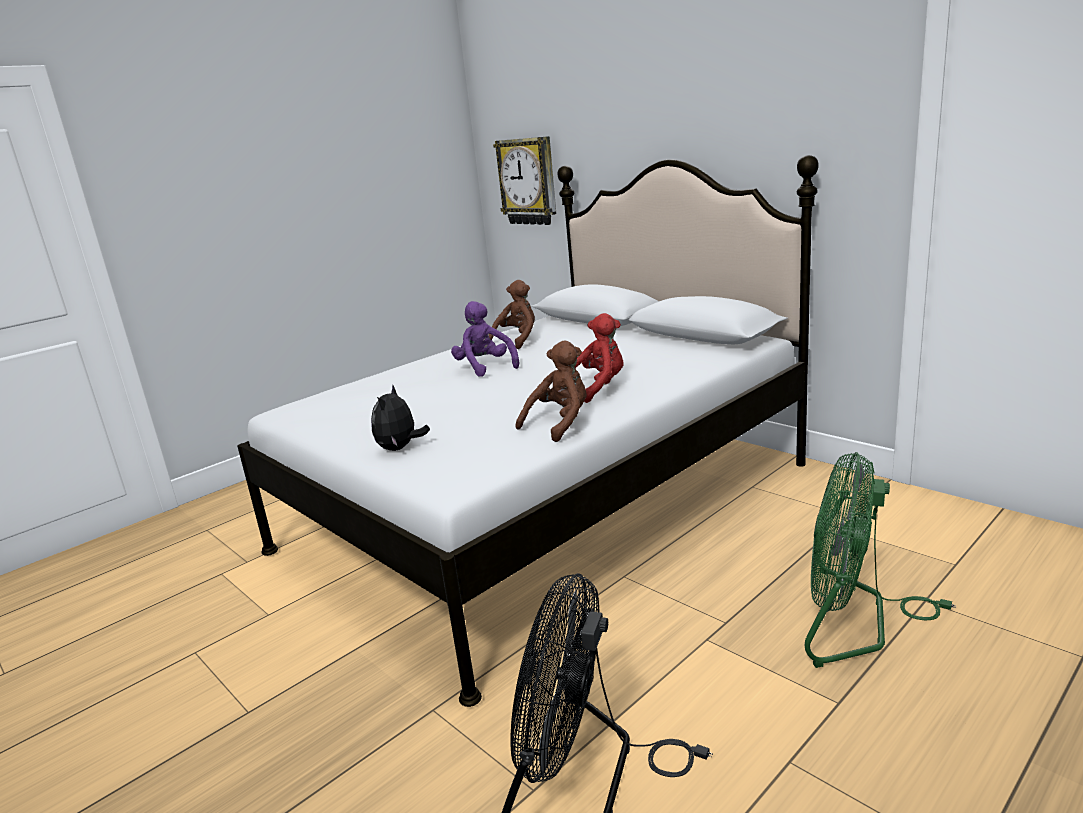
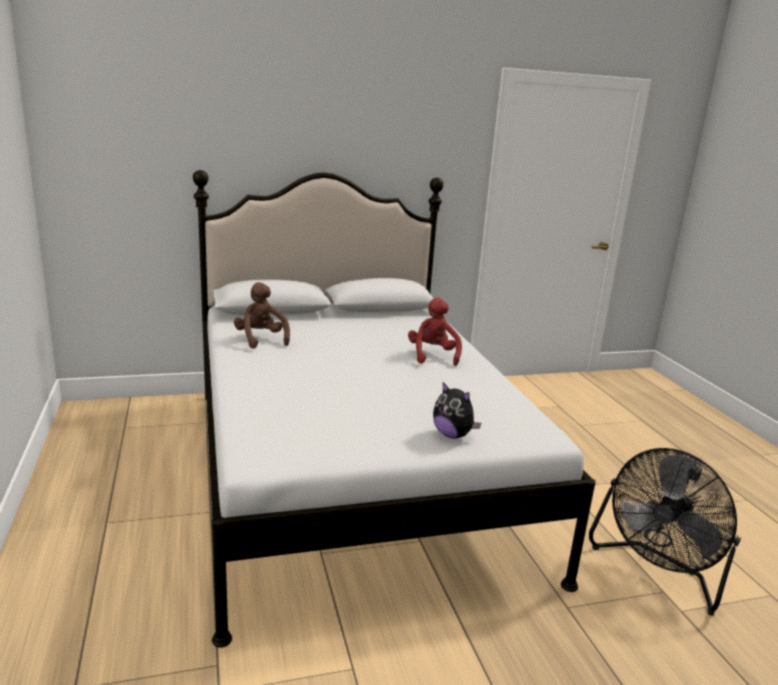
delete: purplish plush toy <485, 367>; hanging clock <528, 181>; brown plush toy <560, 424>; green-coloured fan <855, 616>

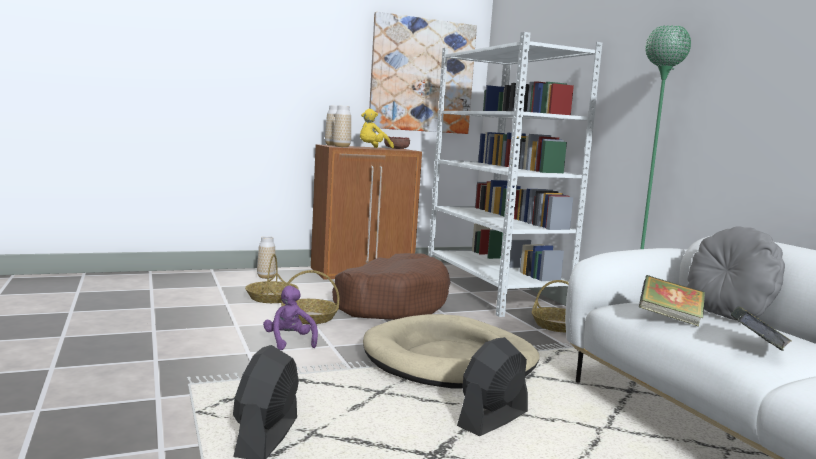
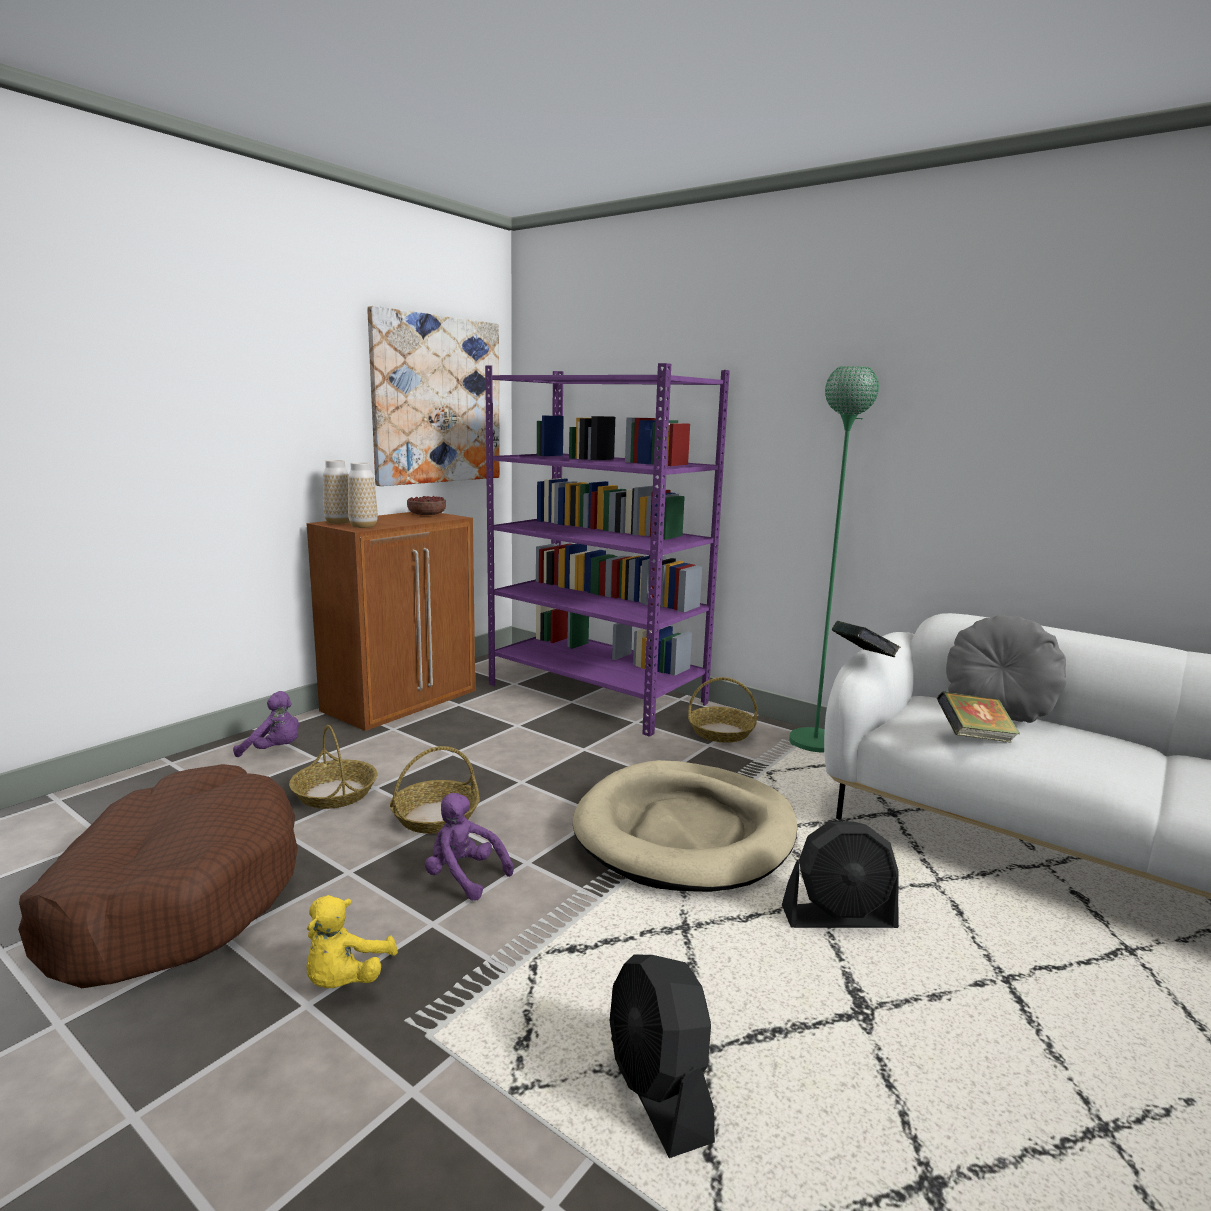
move: brown dog cushion <391, 303> to <175, 896>; yellow-coloured plush toy <373, 148> to <345, 980>; book <756, 348> to <862, 658>
replace: flower vase <266, 277> to purplish plush toy <274, 750>
recolor: whitish bookcase <494, 292> to purplish bookcase <596, 694>
rotate: black-coloured fan <492, 420> = <839, 918> 105 degrees counterclockwise

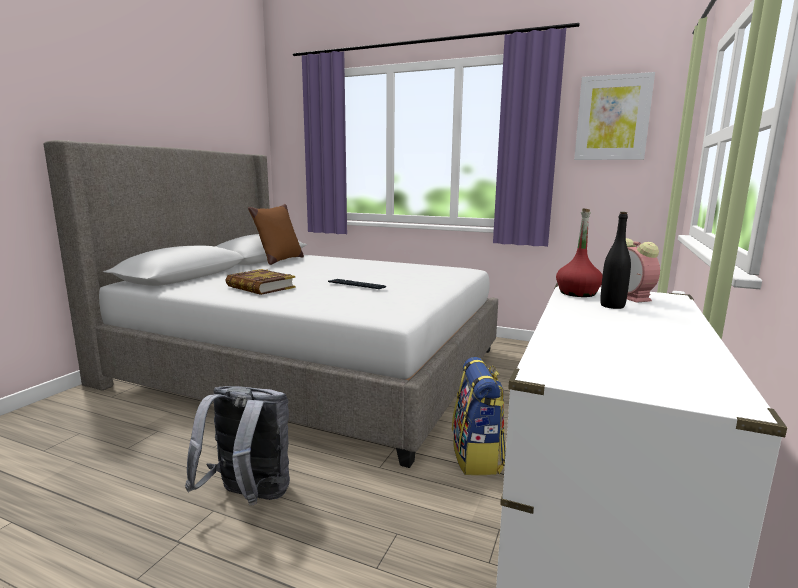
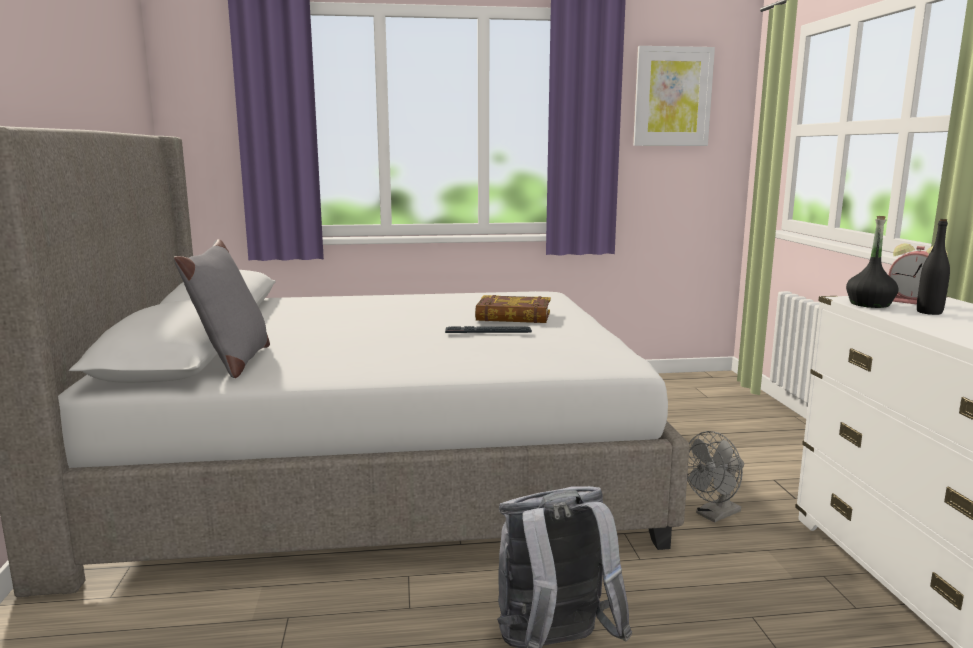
delete: brown cushion <279, 260>
insert: grey cushion <233, 362>
move: book <260, 287> to <513, 316>
replace: backpack <477, 457> to grey fan <714, 515>
recolor: red-coloured bottle <577, 293> to black-coloured bottle <869, 304>

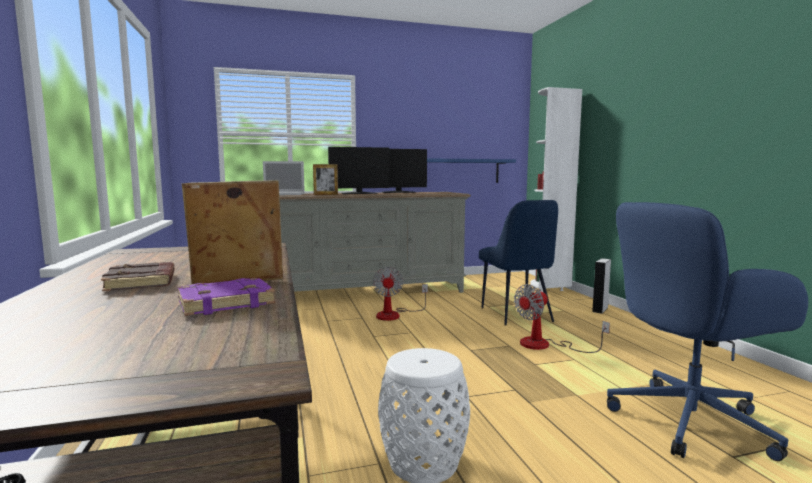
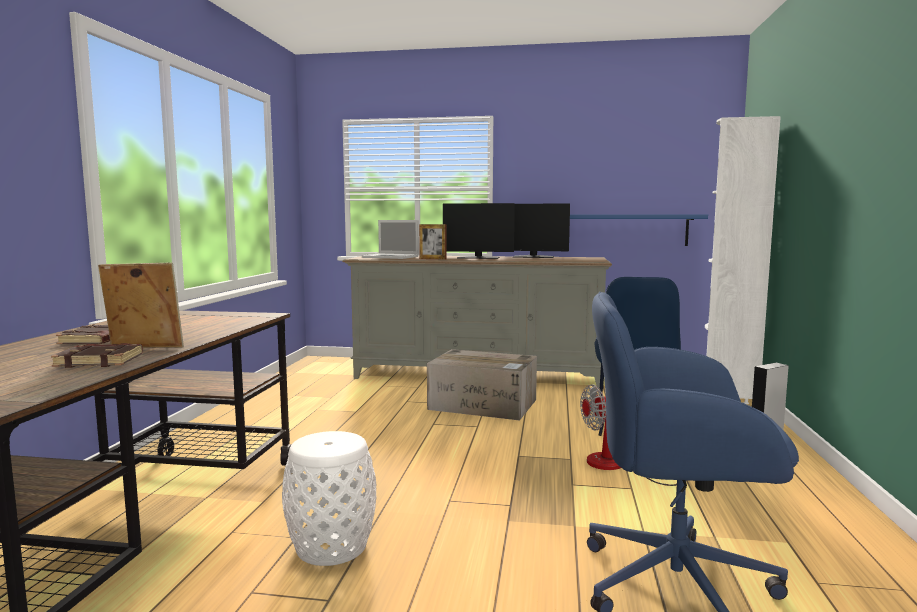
replace: fan <394, 314> to carton <484, 404>
recolor: purplish book <226, 302> to brown book <101, 361>

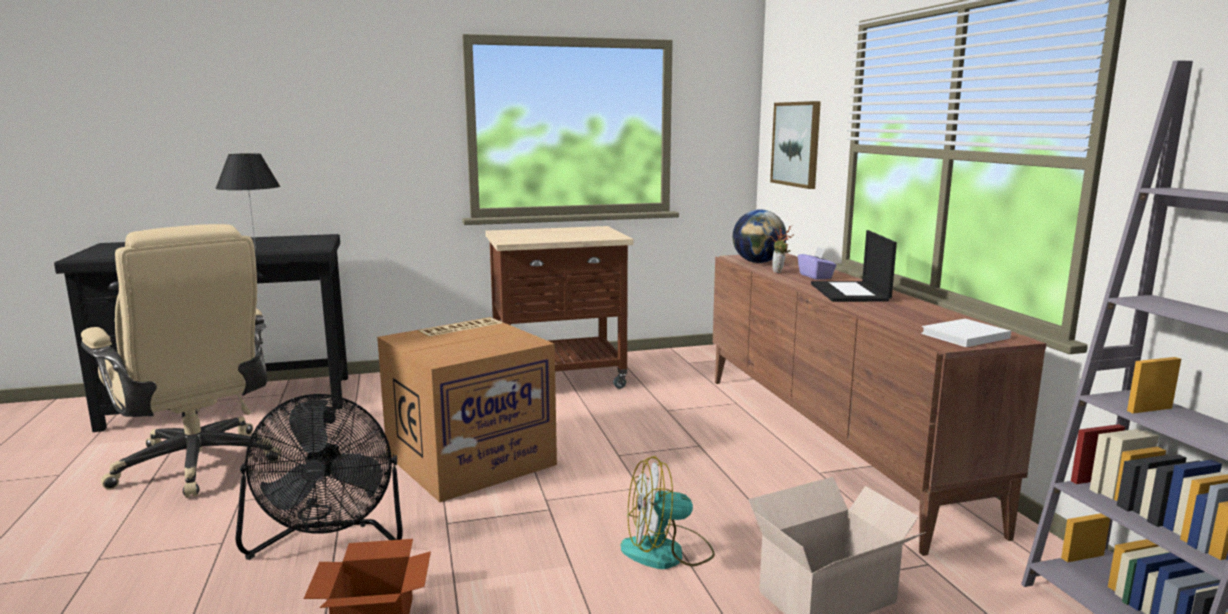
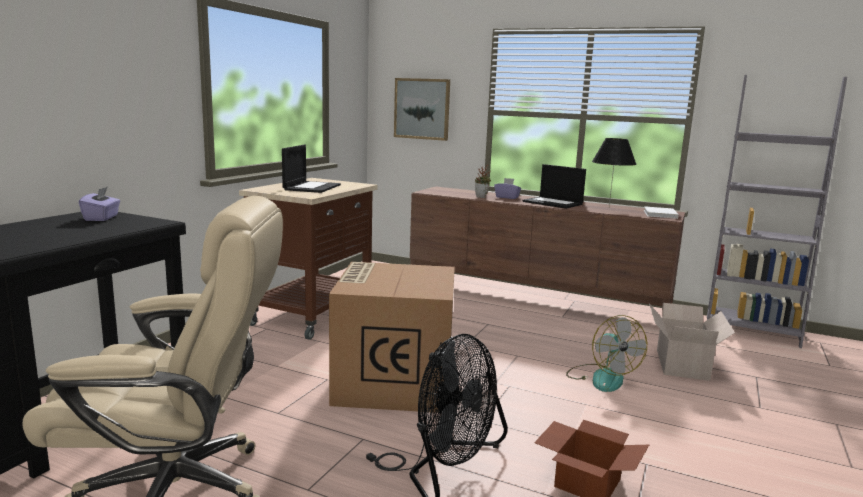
delete: desk globe <758, 262>
insert: purplish tissue holder <102, 218>; portable computer <312, 187>
move: black-coloured table lamp <255, 248> to <609, 207>
rotate: fan <667, 552> = <601, 377> 45 degrees counterclockwise

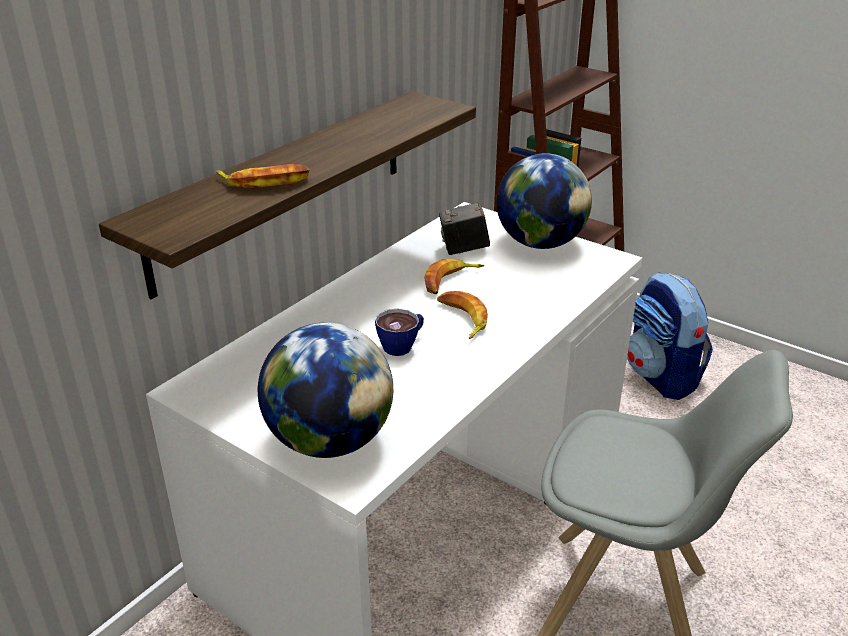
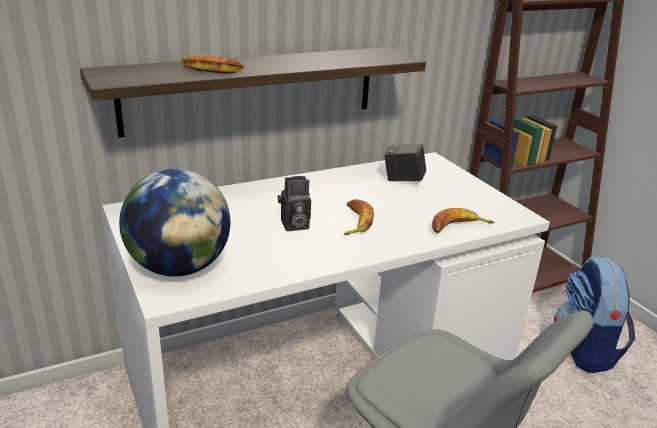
delete: desk globe <540, 243>
move: whole banana <450, 281> to <458, 227>
replace: drinking cup <402, 345> to photo camera <293, 225>

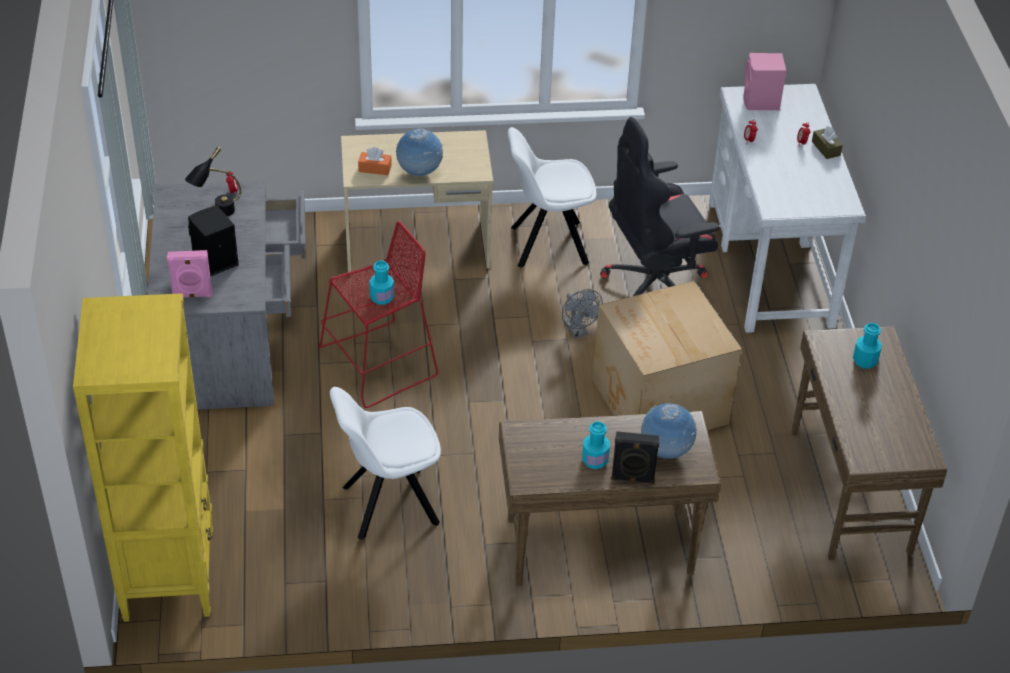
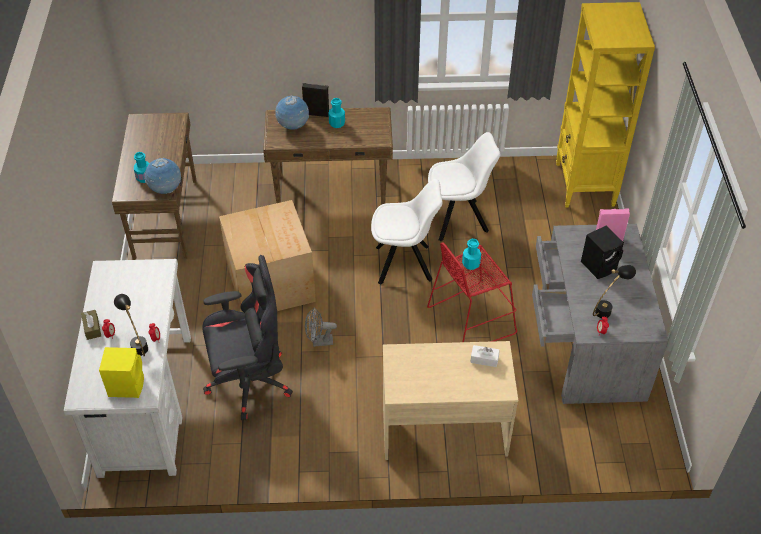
insert: black-coloured table lamp <137, 343>
move: desk globe <419, 172> to <165, 190>; whitish upright chair <548, 245> to <404, 264>
recolor: pinkish loudspeaker <761, 102> to yellow-coloured loudspeaker <127, 384>; orangey tissue holder <375, 168> to whitish tissue holder <484, 359>
rotate: grey fan <578, 331> = <319, 342> 75 degrees counterclockwise

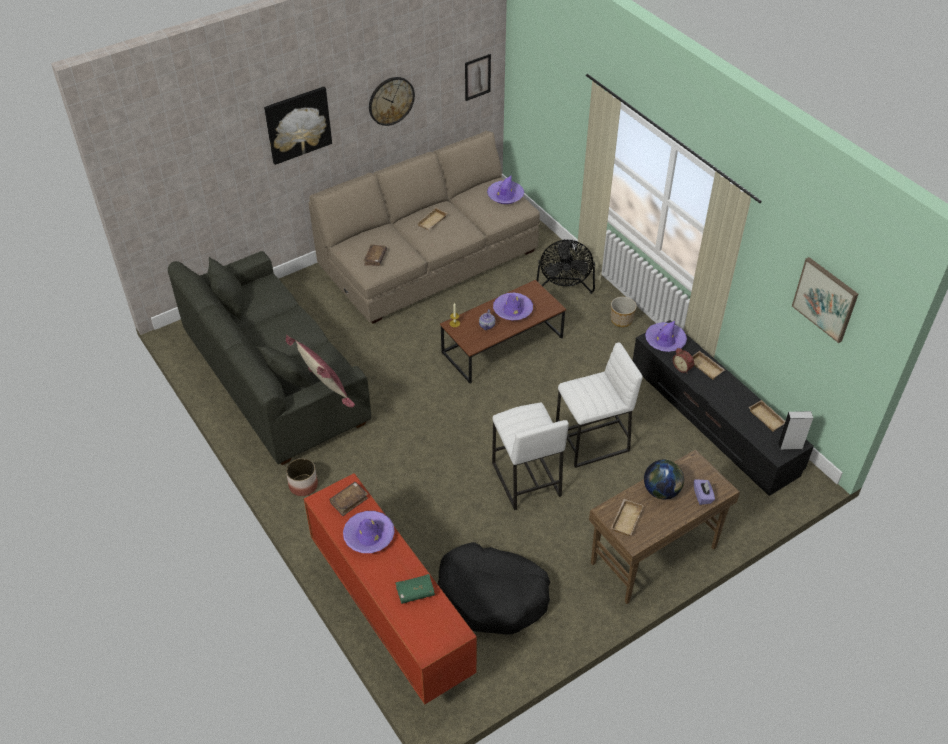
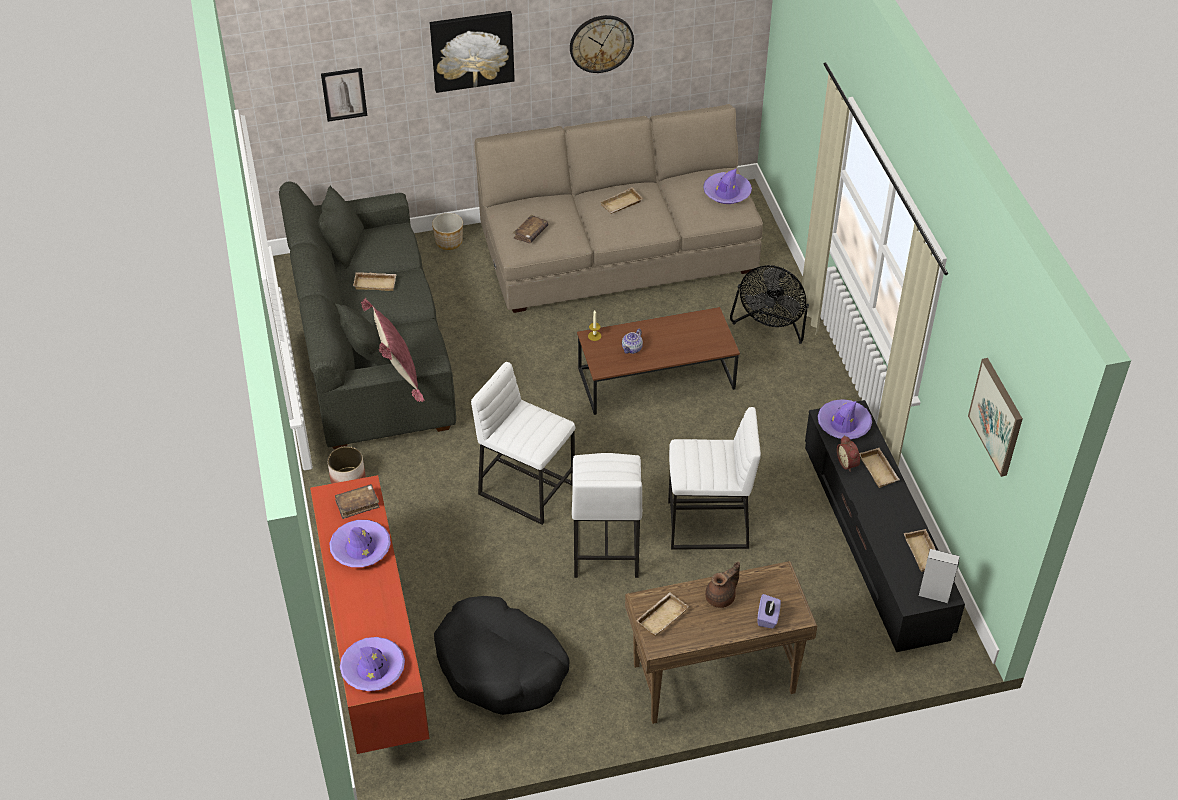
delete: green-coloured book <415, 592>
insert: beige-coloured serving tray <376, 283>; whitish sitting stool <526, 489>
move: wall picture <477, 77> to <344, 94>; purplish clothing hat <512, 310> to <373, 668>; flower pot <621, 320> to <449, 241>
replace: desk globe <661, 491> to brown pot for tea <721, 597>

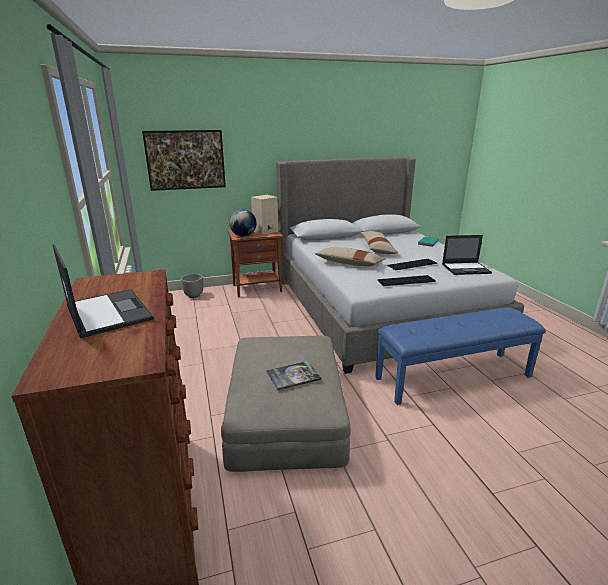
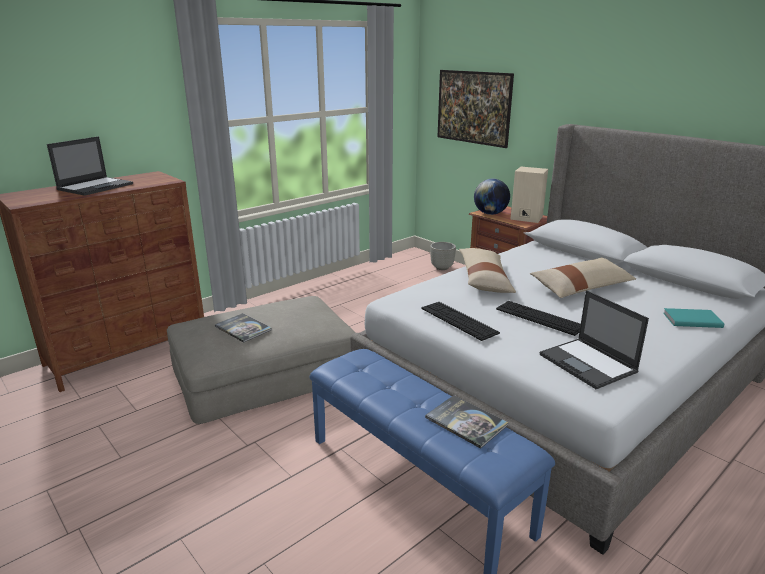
insert: book <466, 422>

